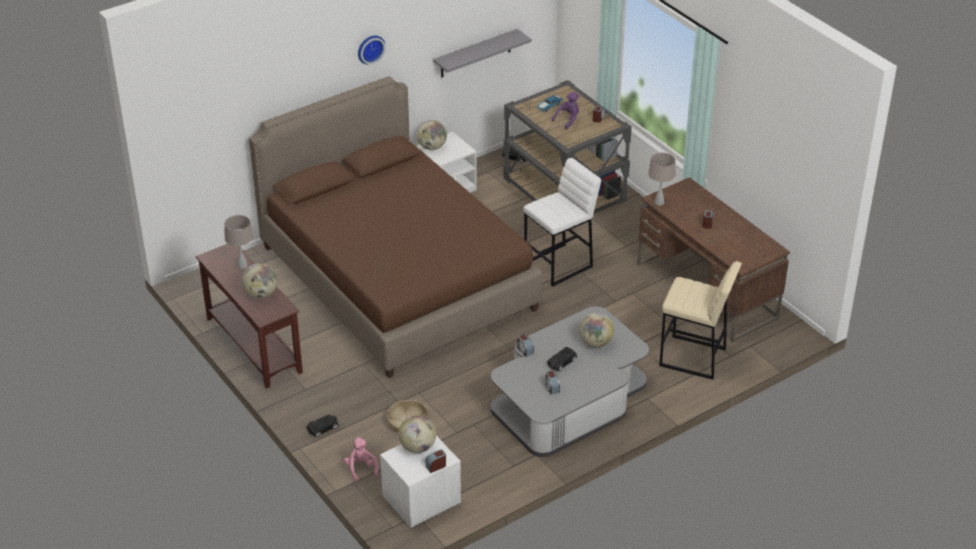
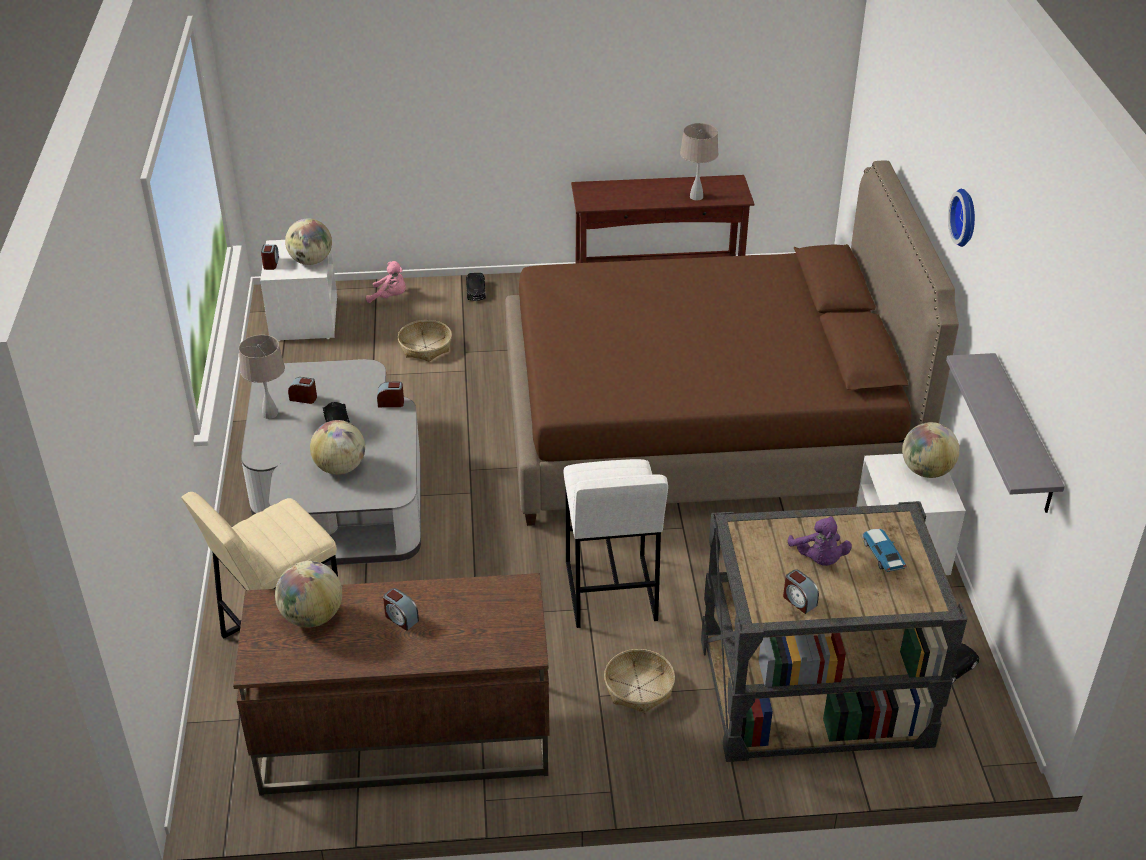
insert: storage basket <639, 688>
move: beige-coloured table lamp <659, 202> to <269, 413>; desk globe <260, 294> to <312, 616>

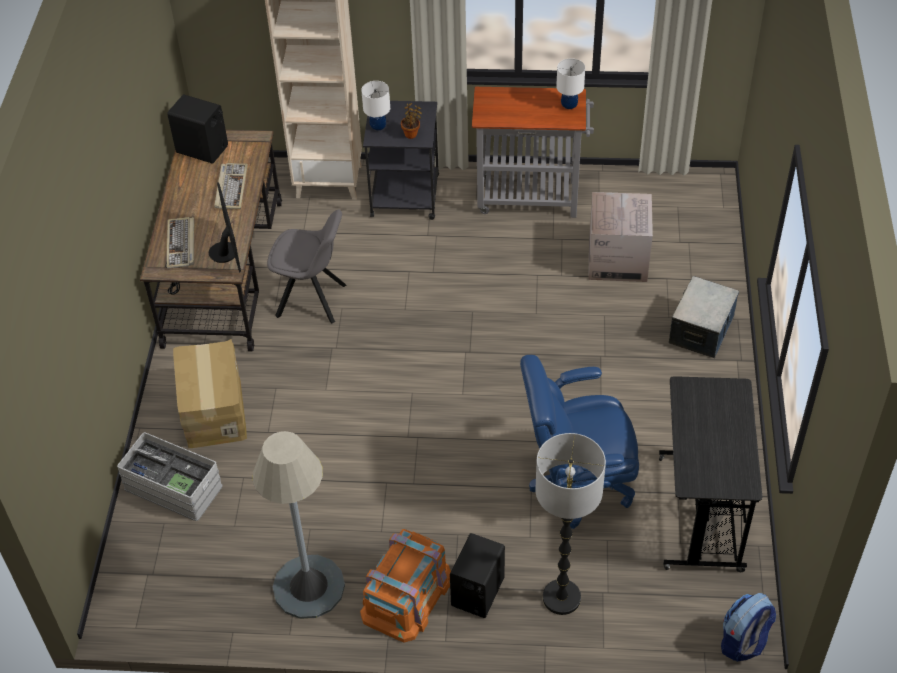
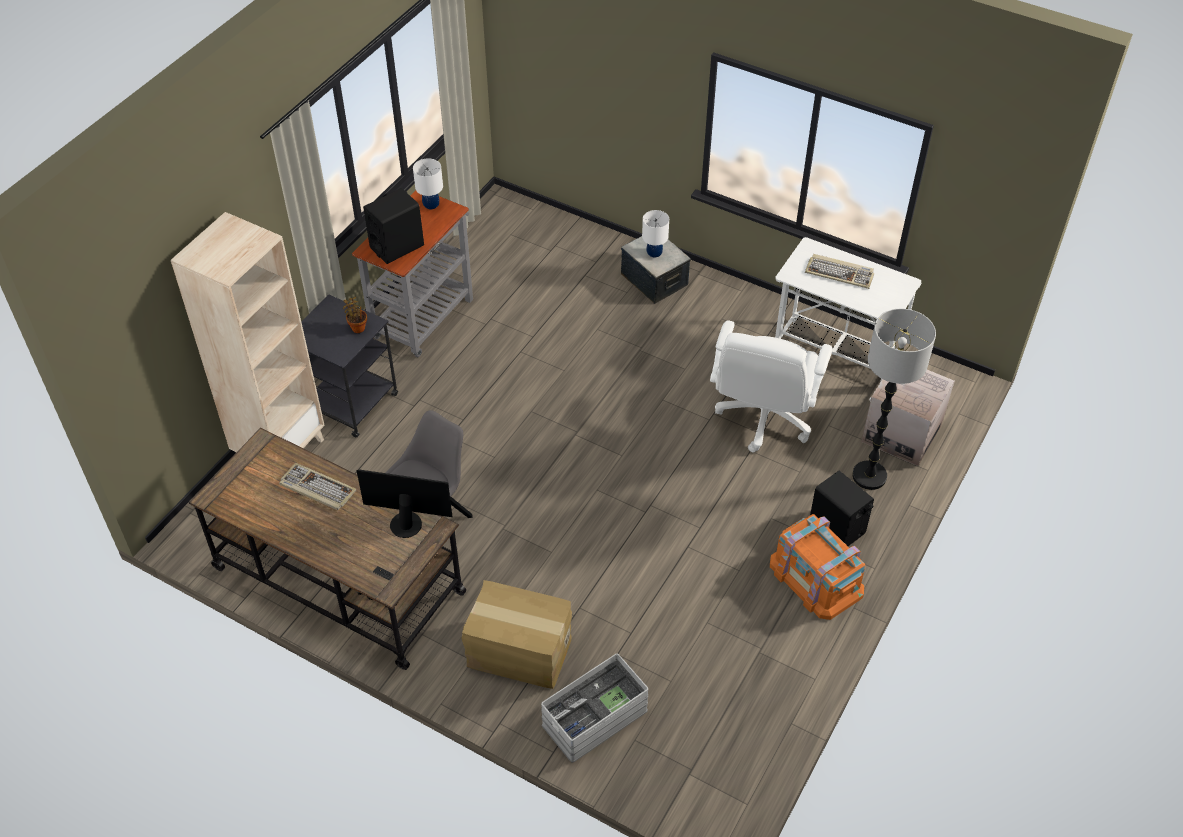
delete: grey floor lamp <308, 587>; backpack <743, 642>
move: black-coloured loudspeaker <202, 149> to <397, 246>; whitish table lamp <378, 126> to <653, 253>; PC keyboard <181, 244> to <840, 273>; carton <617, 259> to <901, 433>
recolor: blue desk chair <576, 483> to whitish desk chair <761, 420>; black-coloured desk <700, 513> to whitish desk <833, 360>

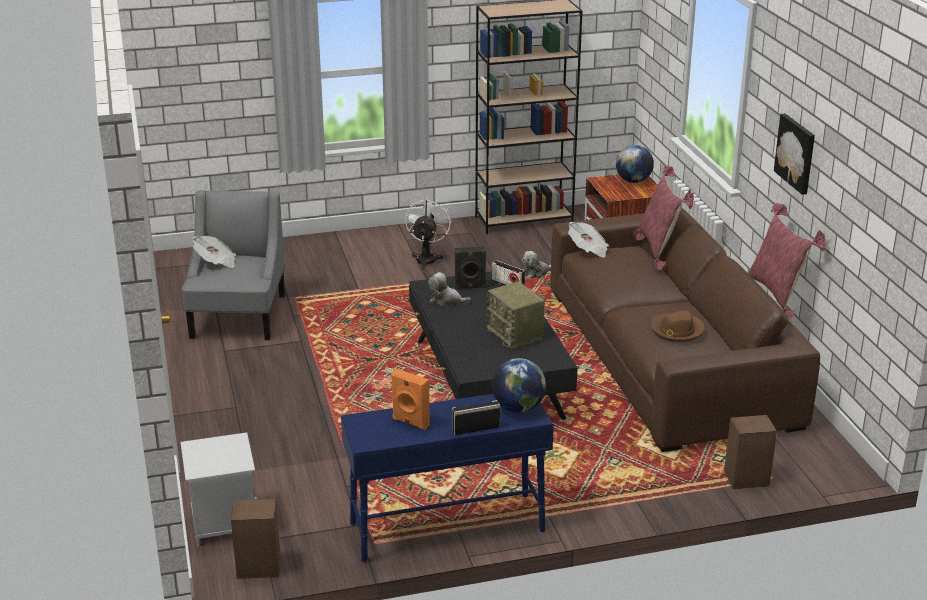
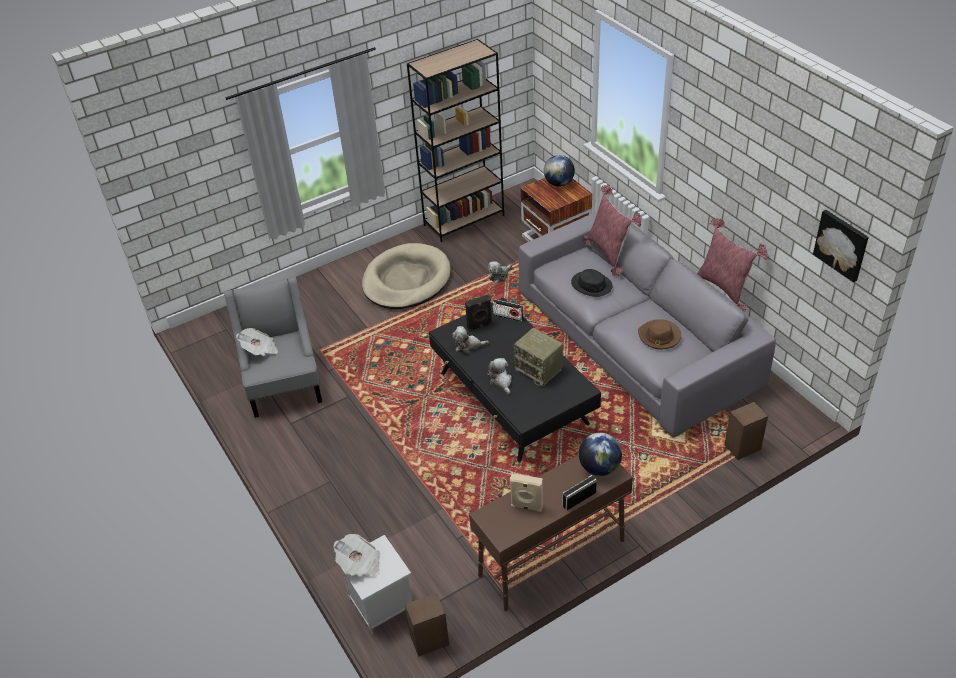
insert: plush toy <501, 382>; black-coloured clothing hat <591, 284>
move: newspaper <588, 250> to <360, 564>; wall picture <796, 153> to <842, 244>
replace: whitish fan <427, 258> to beige-coloured dog cushion <406, 280>
recolor: blue console table <446, 527> to brown console table <551, 557>; orangey loudspeaker <410, 423> to beige-coloured loudspeaker <526, 507>; brown couch <669, 355> to grey couch <636, 338>

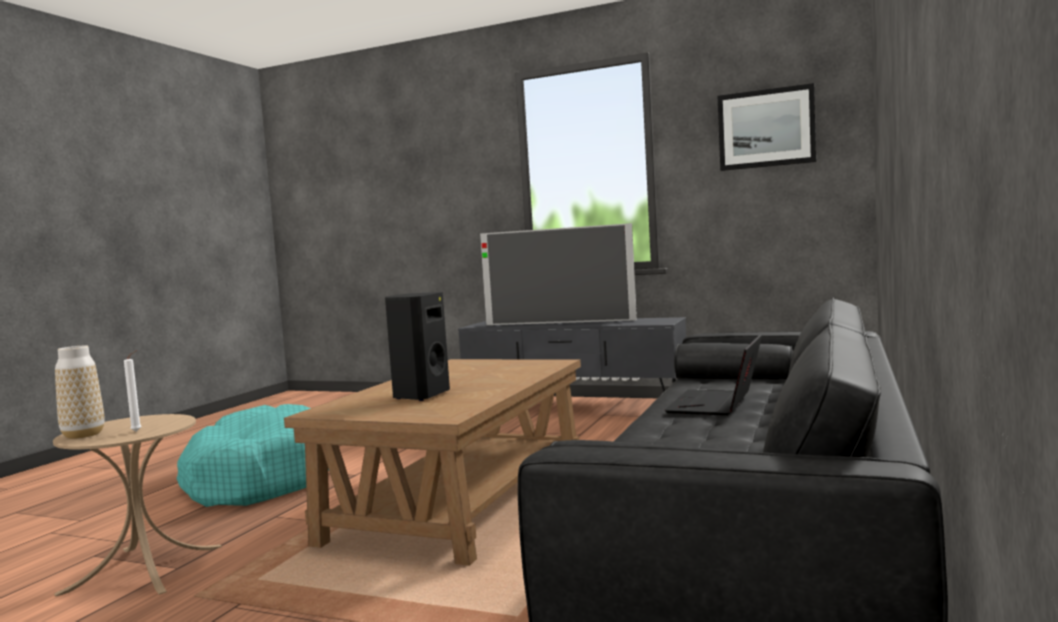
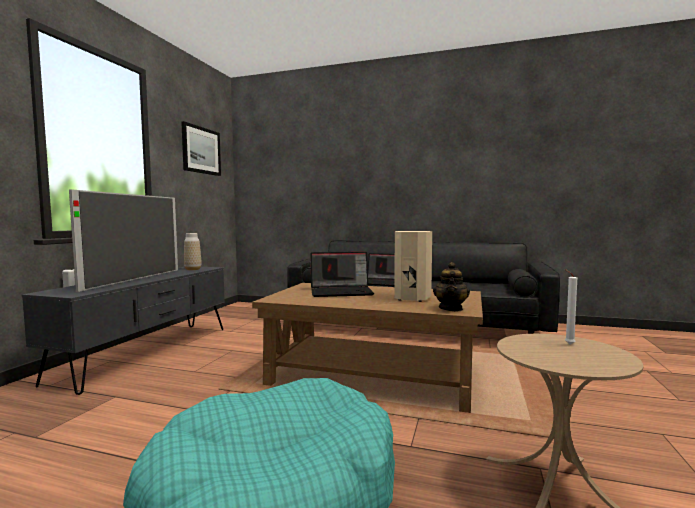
insert: portable computer <342, 292>; pot for tea <451, 309>
move: flower vase <83, 435> to <193, 269>
recolor: black-coloured loudspeaker <419, 395> to beige-coloured loudspeaker <411, 298>

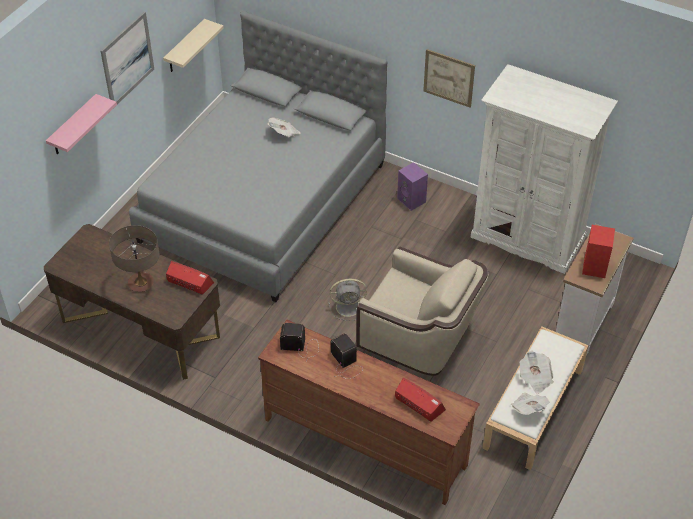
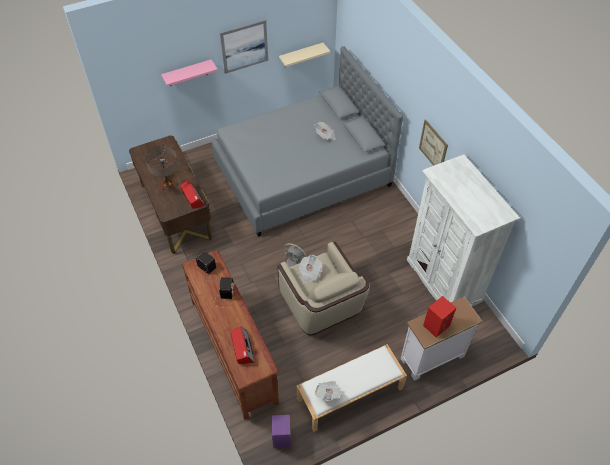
move: purplish loudspeaker <412, 200> to <282, 438>; newspaper <535, 378> to <309, 273>

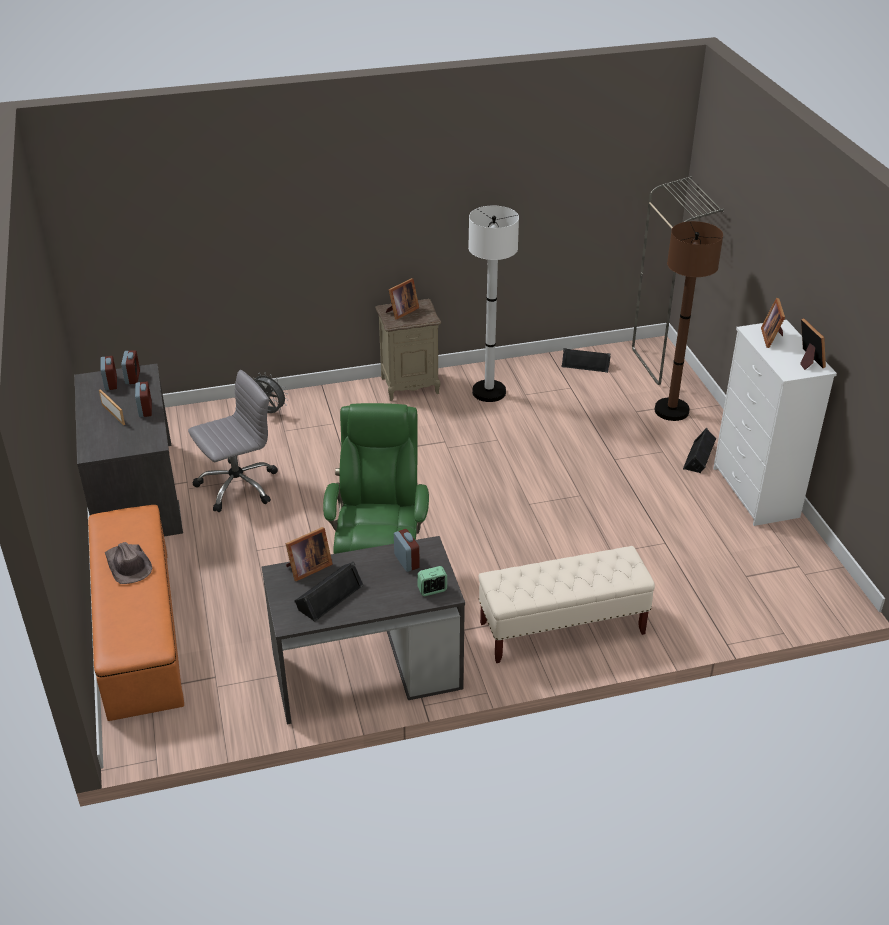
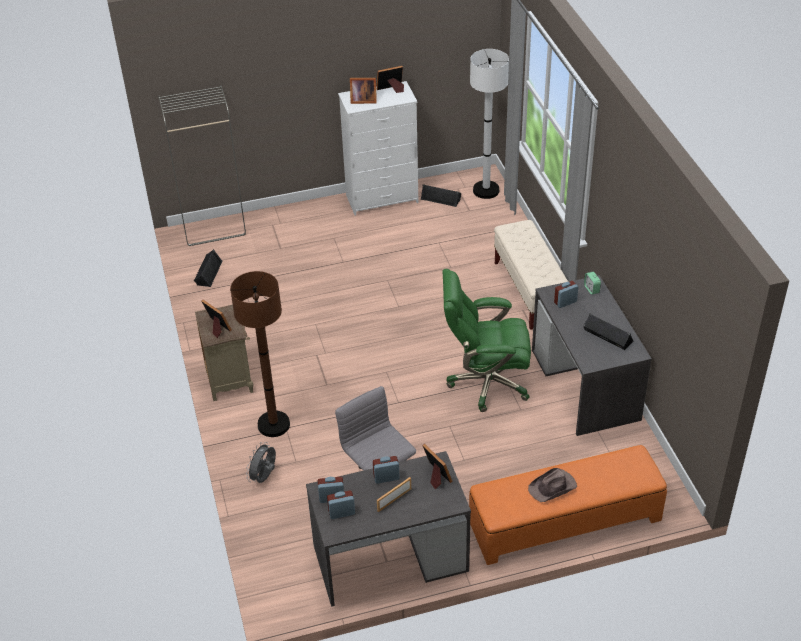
move: brown floor lamp <671, 410> to <273, 425>; black-coloured loudspeaker <700, 457> to <441, 198>; photo frame <307, 568> to <436, 476>; whitish floor lamp <489, 392> to <486, 190>

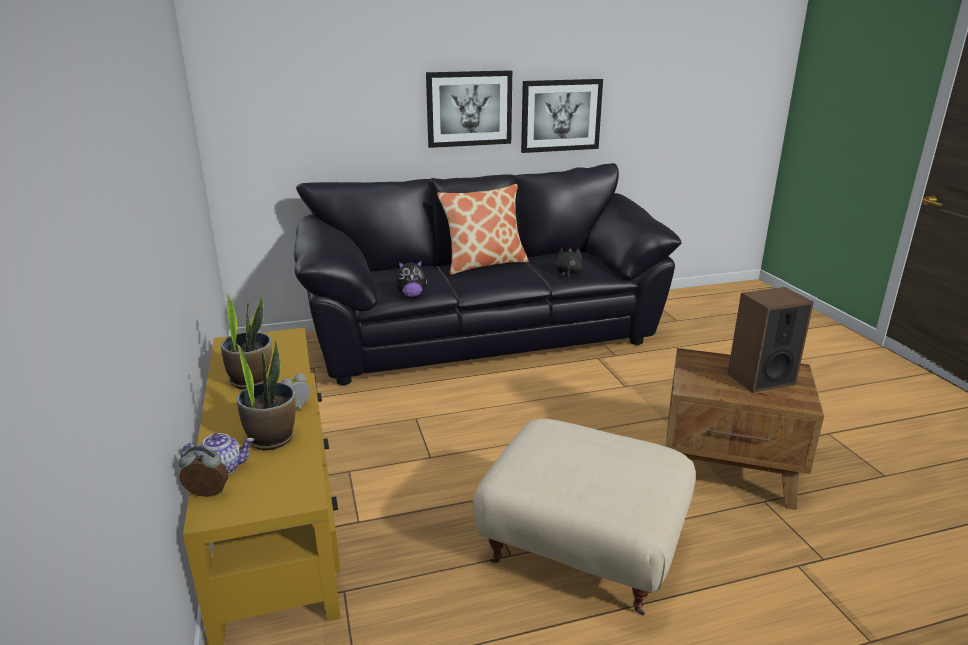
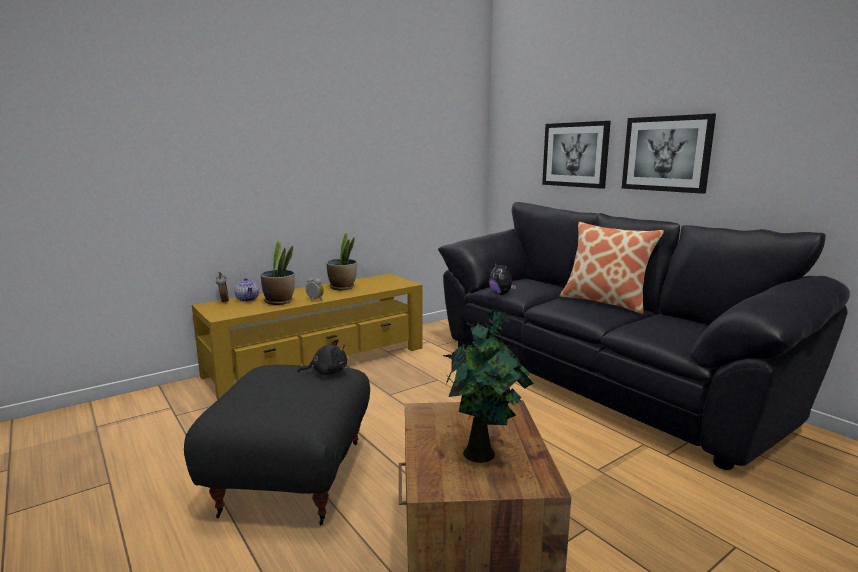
move: black-coloured plush toy <568, 273> to <327, 372>; wall picture <561, 115> to <575, 154>
replace: loudspeaker <760, 379> to plant in a pot <482, 454>
recolor: beige-coloured ottoman <580, 553> to black-coloured ottoman <291, 476>

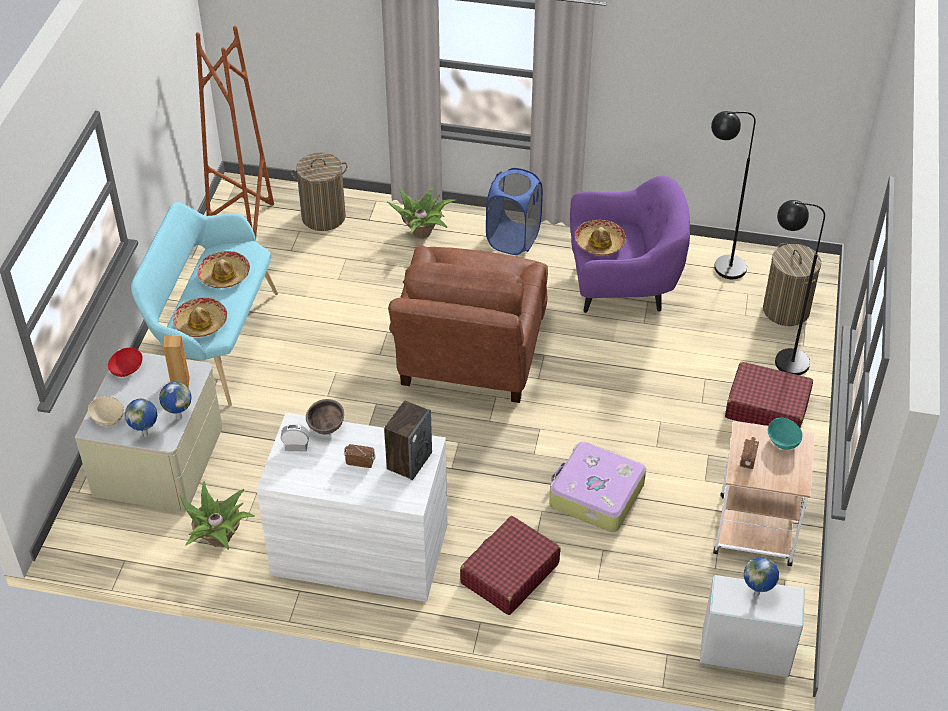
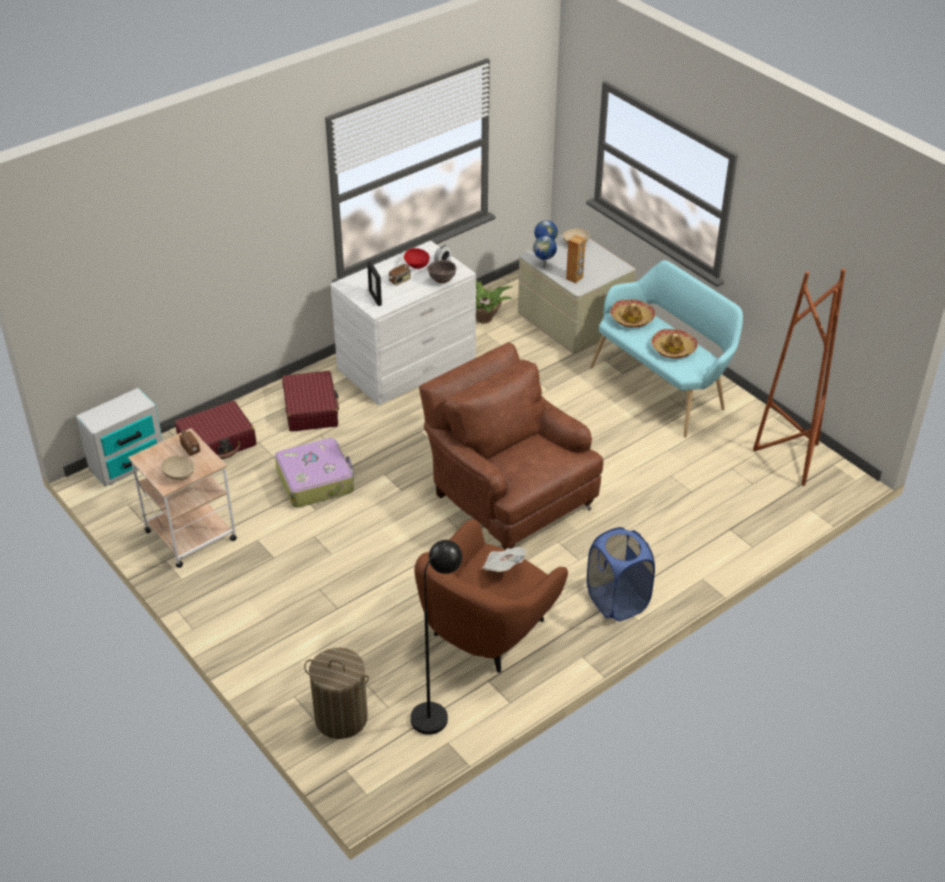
delete: hamper <323, 216>; plant in a pot <422, 232>; desk globe <757, 594>; black-coloured floor lamp <781, 362>
move: red-coloured travel case <766, 407> to <217, 442>; red-coloured deep dish <127, 370> to <416, 265>
replace: loudspeaker <409, 460> to photo frame <375, 297>; clothing hat <600, 243> to newspaper <503, 567>
recolor: turquoise deep dish <782, 441> to beige-coloured deep dish <179, 475>; purplish armchair <623, 286> to brown armchair <487, 631>

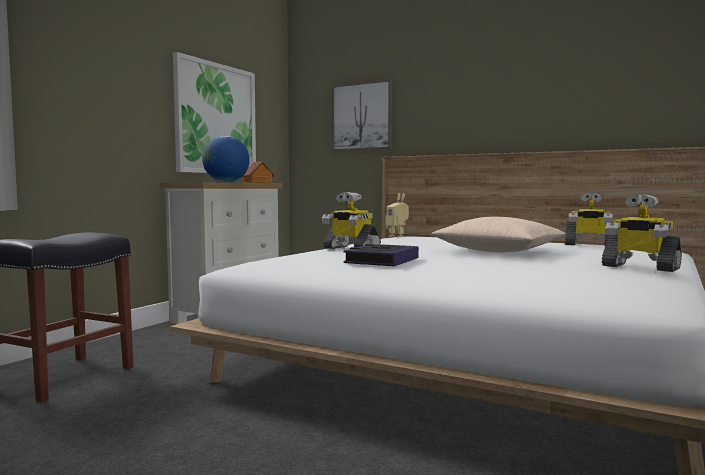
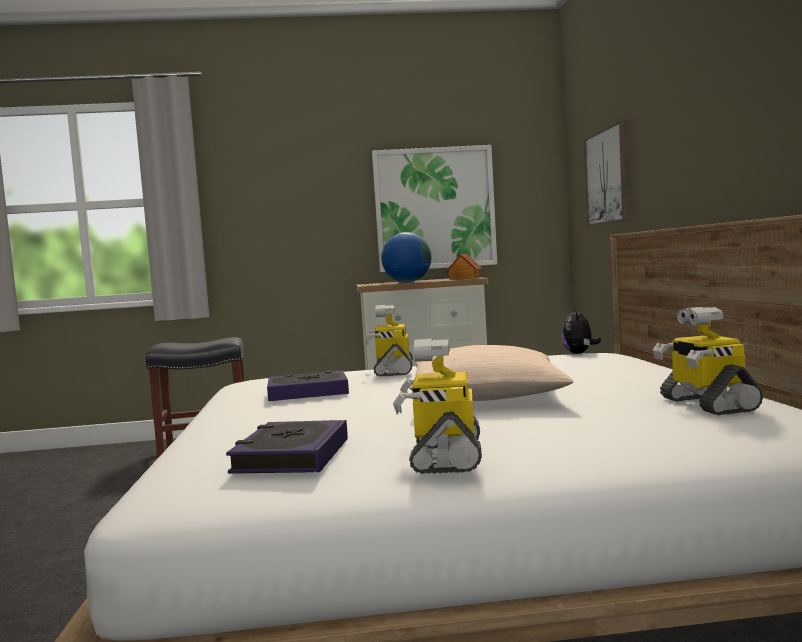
insert: book <291, 456>
replace: toy robot <397, 236> to plush toy <579, 353>

